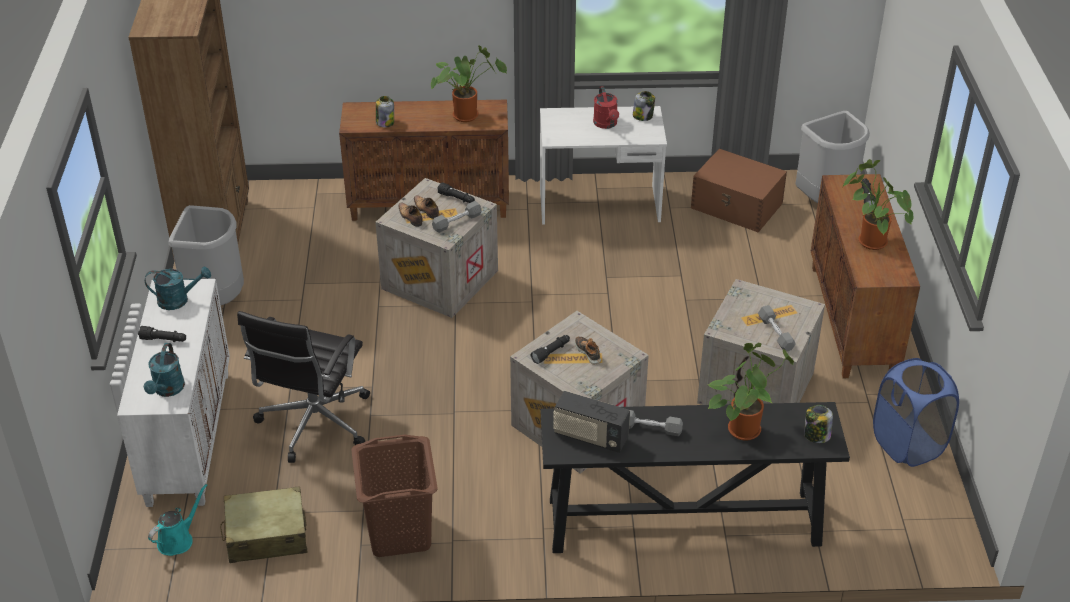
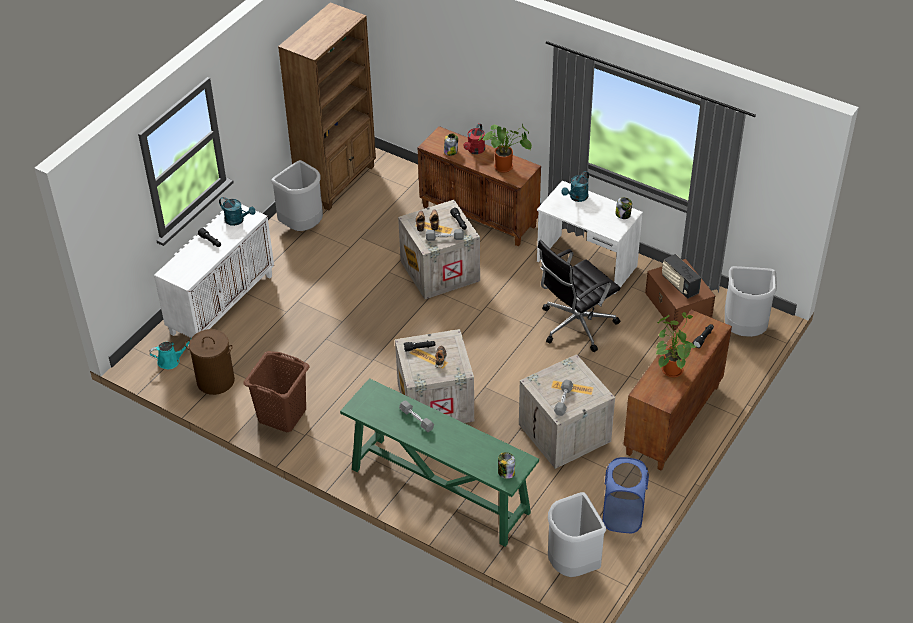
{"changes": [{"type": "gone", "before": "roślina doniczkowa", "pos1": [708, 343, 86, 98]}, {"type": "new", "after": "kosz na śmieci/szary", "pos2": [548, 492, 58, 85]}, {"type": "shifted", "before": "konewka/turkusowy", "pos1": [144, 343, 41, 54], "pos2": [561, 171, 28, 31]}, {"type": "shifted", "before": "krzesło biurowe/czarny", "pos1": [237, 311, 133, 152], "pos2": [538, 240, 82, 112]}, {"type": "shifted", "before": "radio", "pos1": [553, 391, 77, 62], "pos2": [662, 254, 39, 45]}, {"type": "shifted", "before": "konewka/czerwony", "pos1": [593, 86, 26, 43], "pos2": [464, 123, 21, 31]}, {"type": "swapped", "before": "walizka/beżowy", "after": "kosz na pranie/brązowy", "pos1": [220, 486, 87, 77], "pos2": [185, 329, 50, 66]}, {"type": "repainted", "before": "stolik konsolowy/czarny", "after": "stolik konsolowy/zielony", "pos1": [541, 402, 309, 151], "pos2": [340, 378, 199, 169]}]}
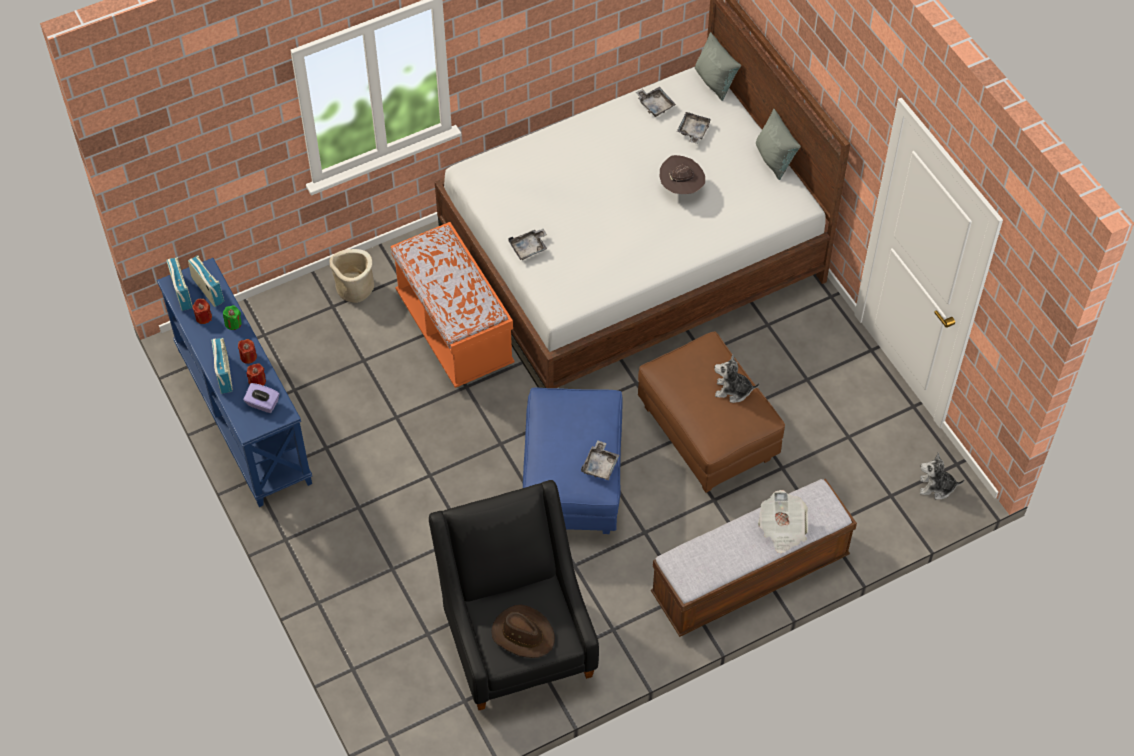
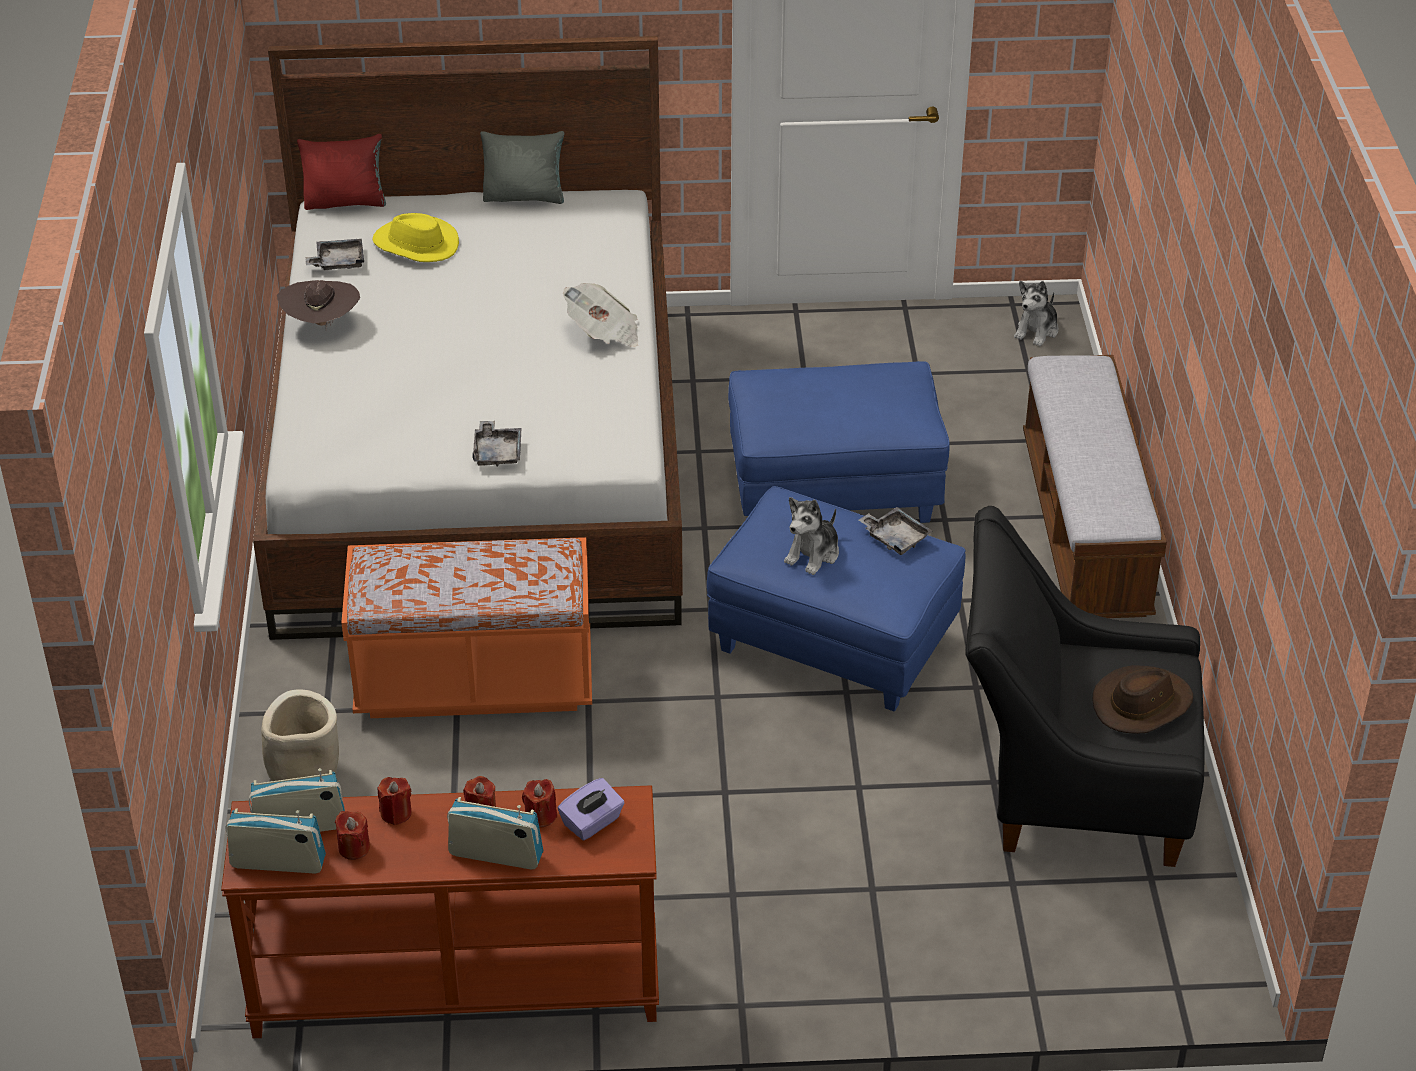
{"changes": [{"type": "shifted", "before": "kapelusz/brązowy", "pos1": [660, 155, 45, 39], "pos2": [277, 280, 83, 51]}, {"type": "shifted", "before": "pluszak", "pos1": [714, 354, 46, 49], "pos2": [784, 497, 55, 78]}, {"type": "shifted", "before": "gazeta", "pos1": [758, 490, 50, 63], "pos2": [563, 283, 75, 64]}, {"type": "swapped", "before": "taca/szary", "after": "kapelusz/żółty", "pos1": [677, 112, 34, 32], "pos2": [372, 213, 87, 49]}, {"type": "repainted", "before": "stolik konsolowy/niebieski", "after": "stolik konsolowy/brązowy", "pos1": [157, 258, 155, 249], "pos2": [221, 785, 438, 253]}, {"type": "repainted", "before": "świeca/zielony", "after": "świeca/czerwony", "pos1": [223, 305, 19, 25], "pos2": [377, 777, 35, 48]}, {"type": "repainted", "before": "pufa/brązowy", "after": "pufa/niebieski", "pos1": [638, 331, 147, 162], "pos2": [728, 361, 222, 162]}, {"type": "repainted", "before": "poduszka/szary", "after": "poduszka/czerwony", "pos1": [695, 32, 46, 69], "pos2": [297, 134, 89, 76]}]}
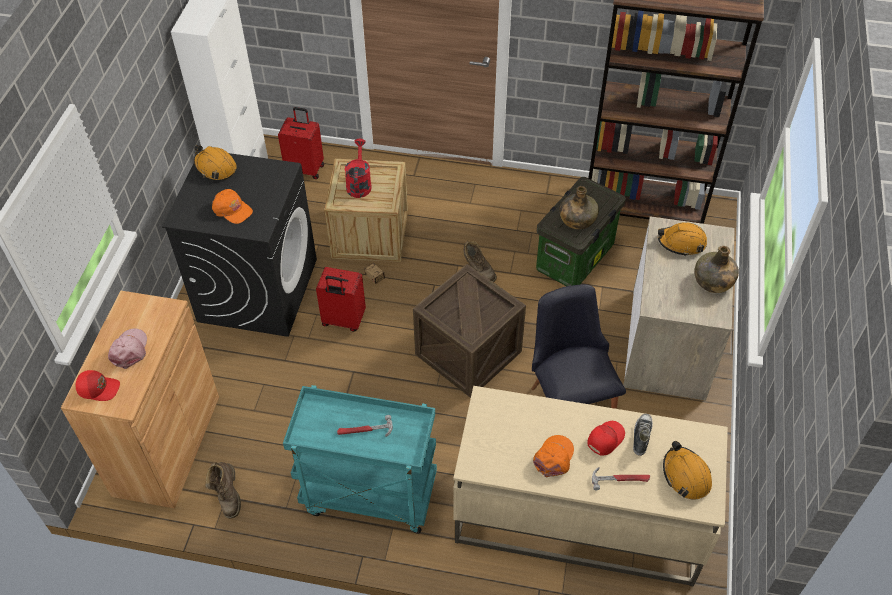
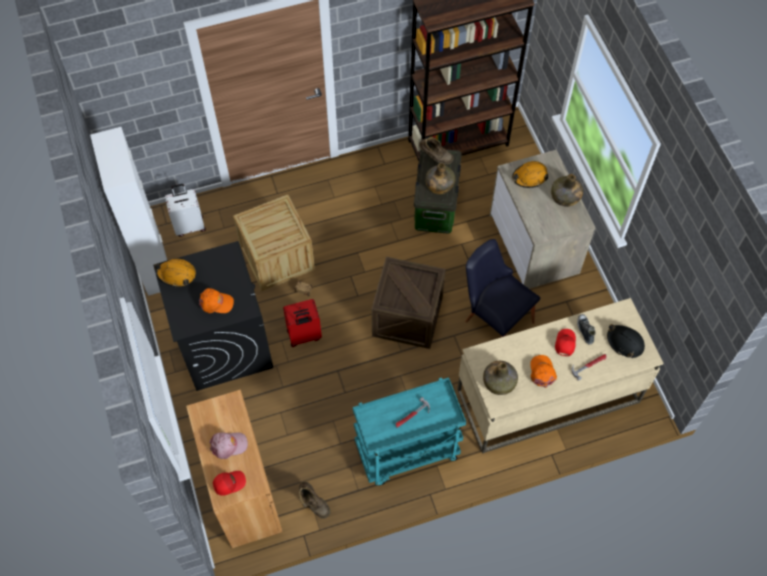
{"changes": [{"type": "gone", "before": "konewka/czerwony", "pos1": [345, 139, 27, 59]}, {"type": "new", "after": "butelka/zielony", "pos2": [483, 361, 35, 34]}, {"type": "shifted", "before": "but z cholewką/brązowy", "pos1": [464, 241, 33, 41], "pos2": [419, 137, 35, 28]}, {"type": "repainted", "before": "walizka/czerwony", "after": "walizka/biały", "pos1": [278, 107, 46, 72], "pos2": [165, 184, 41, 53]}, {"type": "repainted", "before": "kask/pomarańczowy", "after": "kask/czarny", "pos1": [663, 441, 49, 58], "pos2": [607, 324, 38, 34]}, {"type": "rotated", "before": "czapka z daszkiem/różowy", "pos1": [108, 328, 39, 41], "pos2": [209, 432, 39, 27], "turn": 105}]}
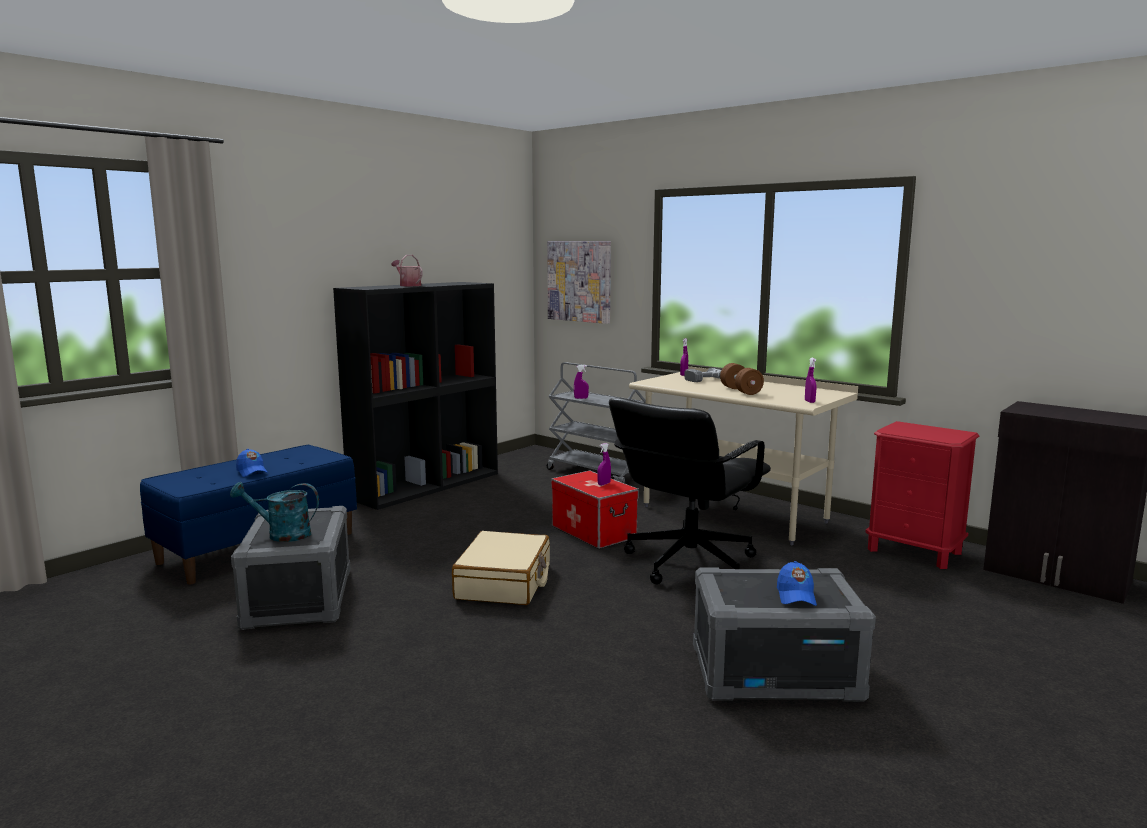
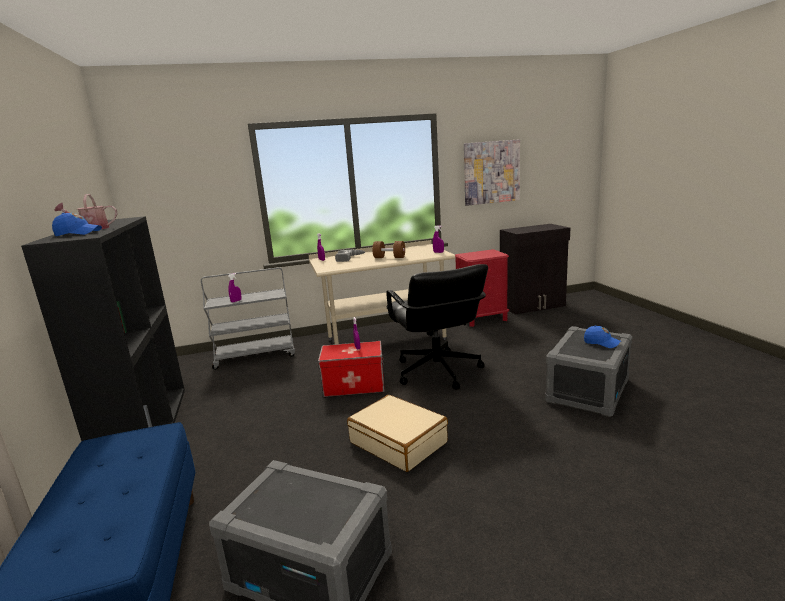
{"changes": [{"type": "gone", "before": "konewka/turkusowy", "pos1": [230, 482, 89, 60]}, {"type": "shifted", "before": "czapka z daszkiem/niebieski", "pos1": [236, 449, 32, 28], "pos2": [52, 213, 50, 23]}, {"type": "shifted", "before": "obraz", "pos1": [547, 241, 64, 83], "pos2": [464, 139, 56, 67]}]}
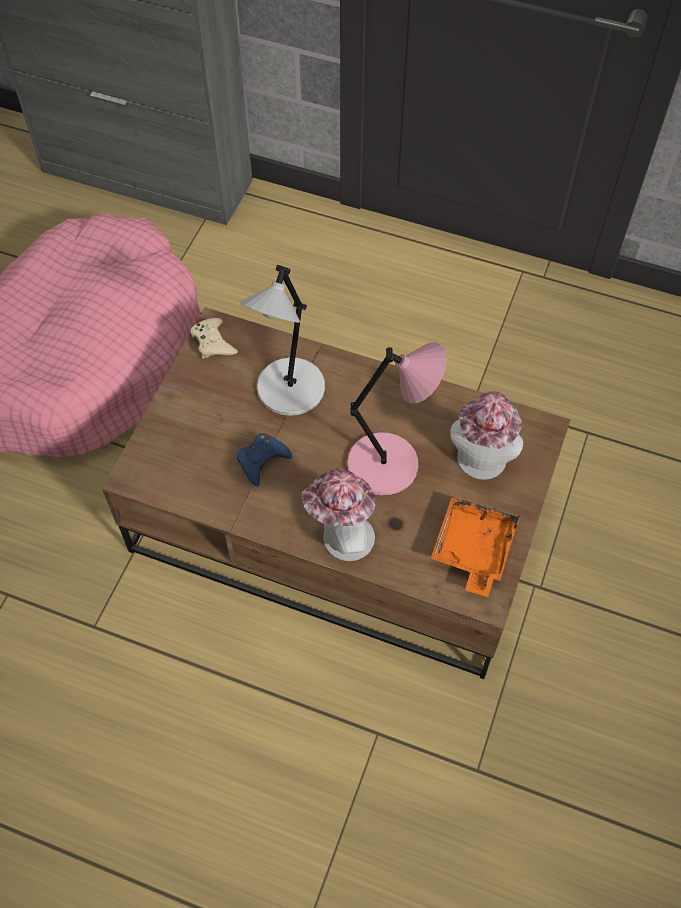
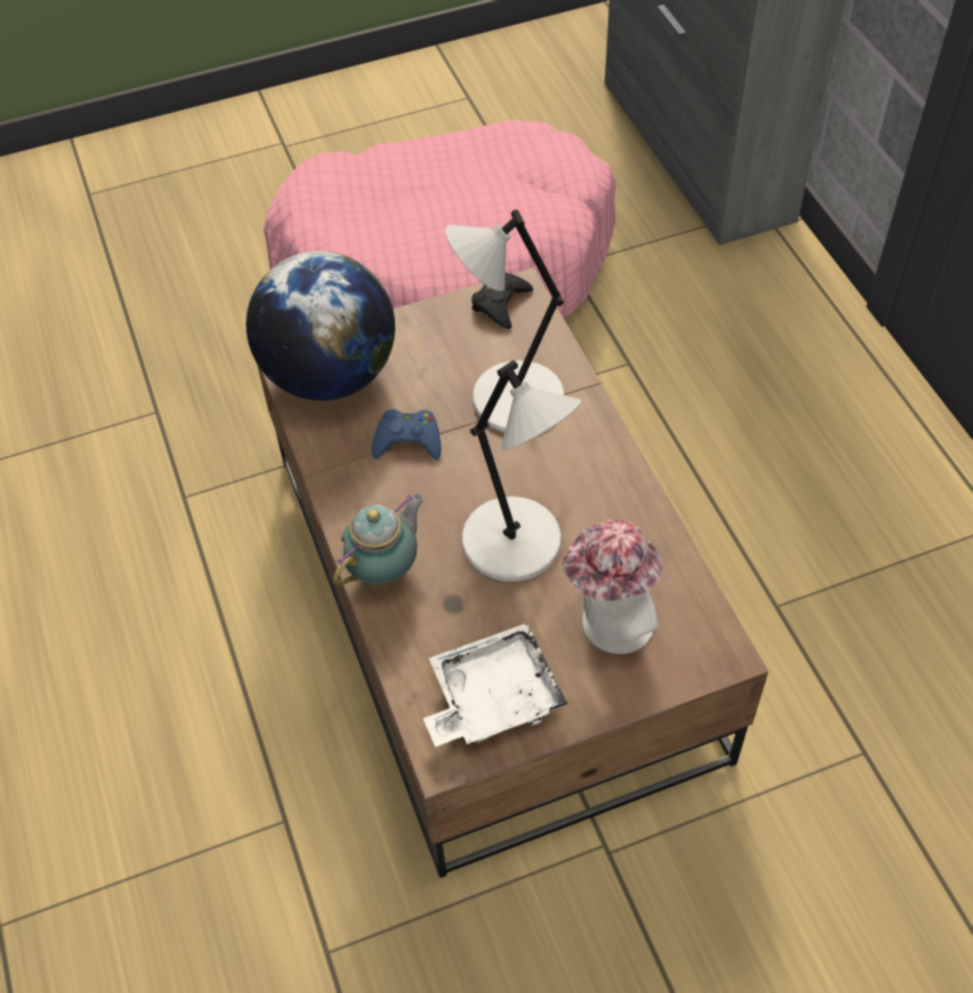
{"changes": [{"type": "new", "after": "globus", "pos2": [246, 251, 149, 150]}, {"type": "swapped", "before": "kapelusz", "after": "imbryk", "pos1": [302, 469, 73, 92], "pos2": [333, 493, 92, 96]}, {"type": "repainted", "before": "pad do gier/beżowy", "after": "pad do gier/czarny", "pos1": [191, 318, 47, 41], "pos2": [471, 272, 62, 57]}, {"type": "repainted", "before": "lampa stołowa/różowy", "after": "lampa stołowa/szary", "pos1": [347, 342, 100, 154], "pos2": [462, 360, 120, 222]}, {"type": "repainted", "before": "taca/pomarańczowy", "after": "taca/biały", "pos1": [431, 497, 89, 100], "pos2": [423, 623, 145, 124]}]}
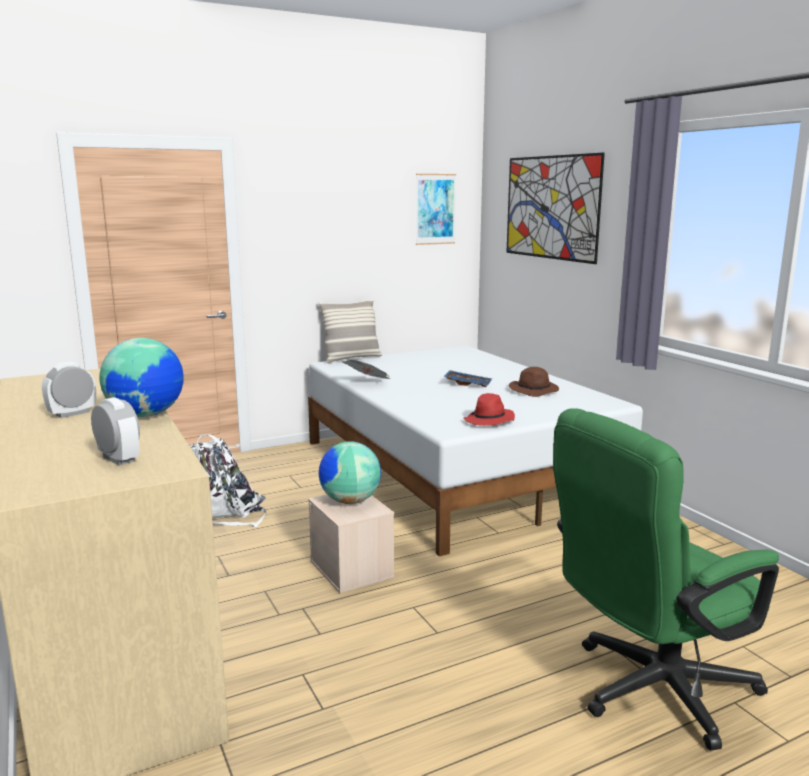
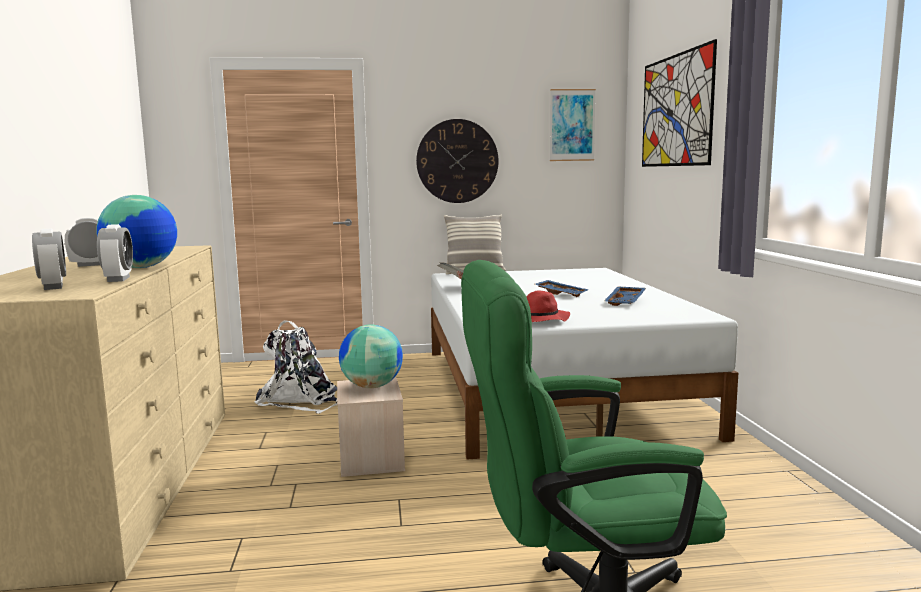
{"changes": [{"type": "new", "after": "budzik", "pos2": [97, 224, 36, 58]}, {"type": "new", "after": "zegar ścienny", "pos2": [416, 119, 83, 84]}, {"type": "swapped", "before": "kapelusz/brązowy", "after": "taca/niebieski", "pos1": [509, 367, 50, 30], "pos2": [604, 287, 42, 19]}]}
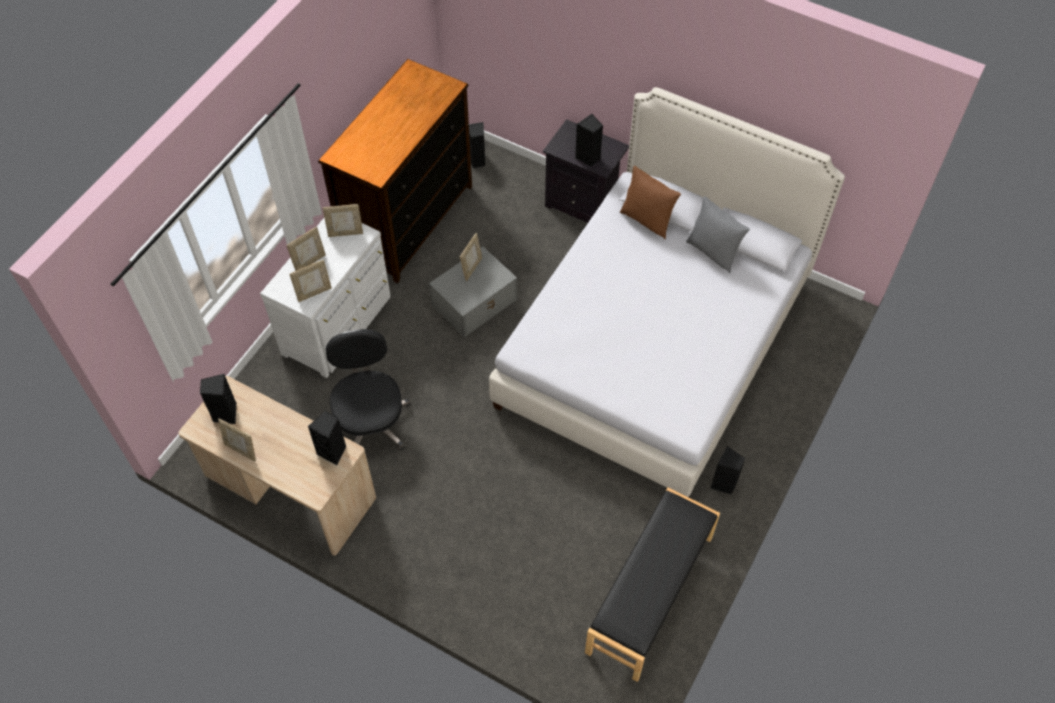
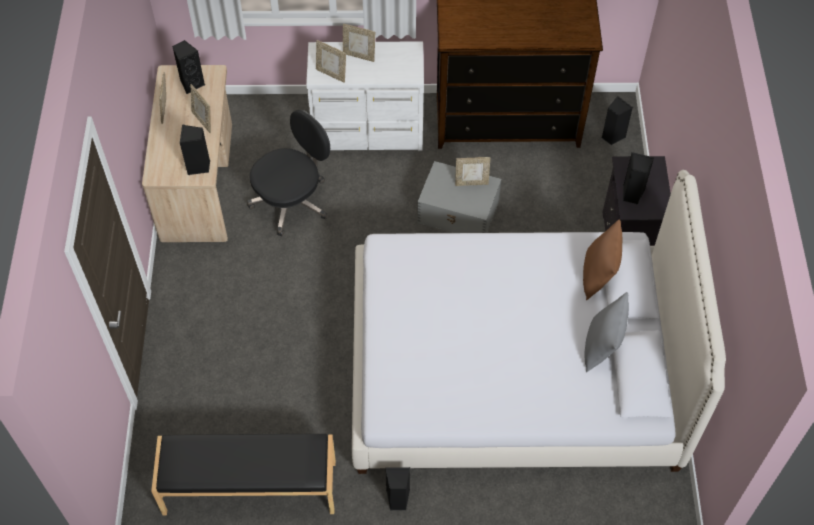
{"changes": [{"type": "shifted", "before": "ramka na zdjęcie", "pos1": [323, 204, 40, 33], "pos2": [190, 84, 21, 49]}]}
